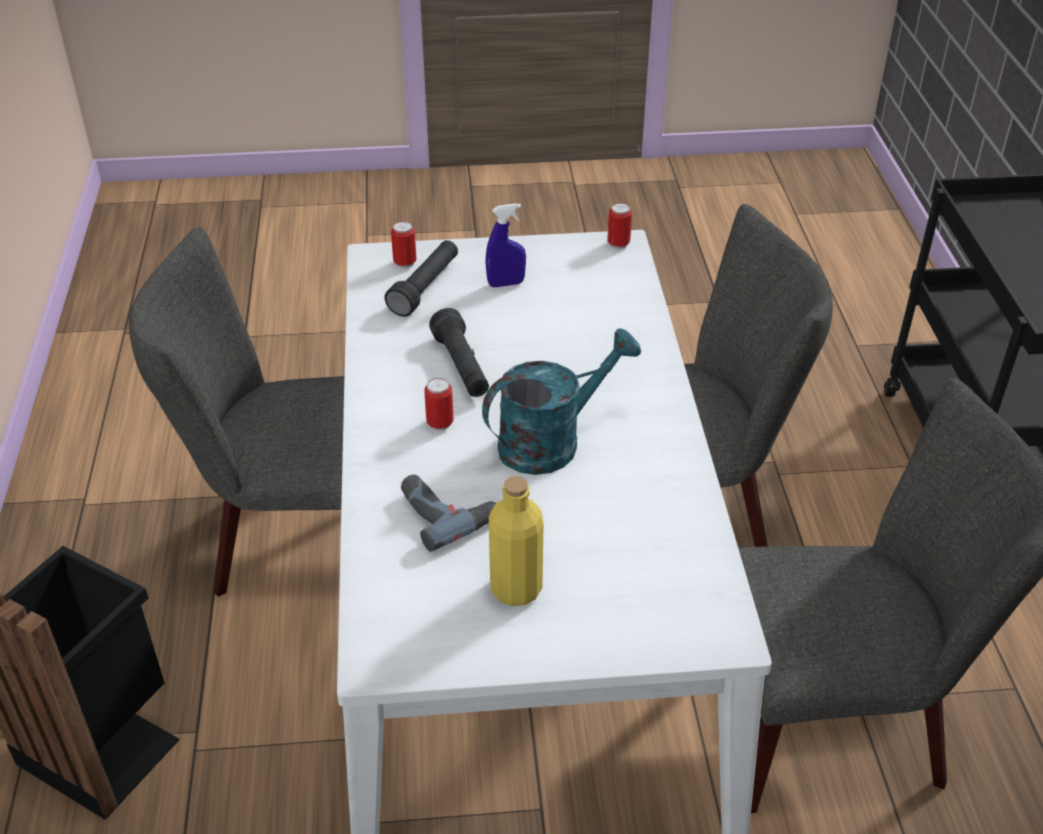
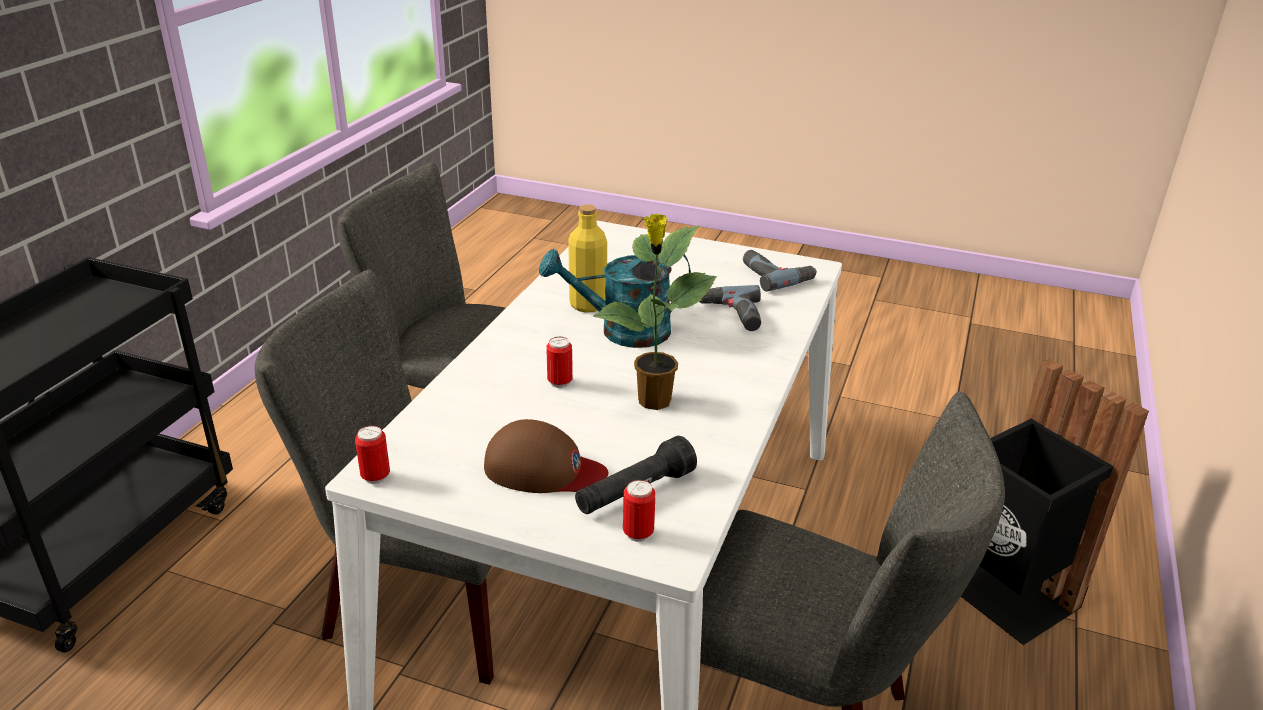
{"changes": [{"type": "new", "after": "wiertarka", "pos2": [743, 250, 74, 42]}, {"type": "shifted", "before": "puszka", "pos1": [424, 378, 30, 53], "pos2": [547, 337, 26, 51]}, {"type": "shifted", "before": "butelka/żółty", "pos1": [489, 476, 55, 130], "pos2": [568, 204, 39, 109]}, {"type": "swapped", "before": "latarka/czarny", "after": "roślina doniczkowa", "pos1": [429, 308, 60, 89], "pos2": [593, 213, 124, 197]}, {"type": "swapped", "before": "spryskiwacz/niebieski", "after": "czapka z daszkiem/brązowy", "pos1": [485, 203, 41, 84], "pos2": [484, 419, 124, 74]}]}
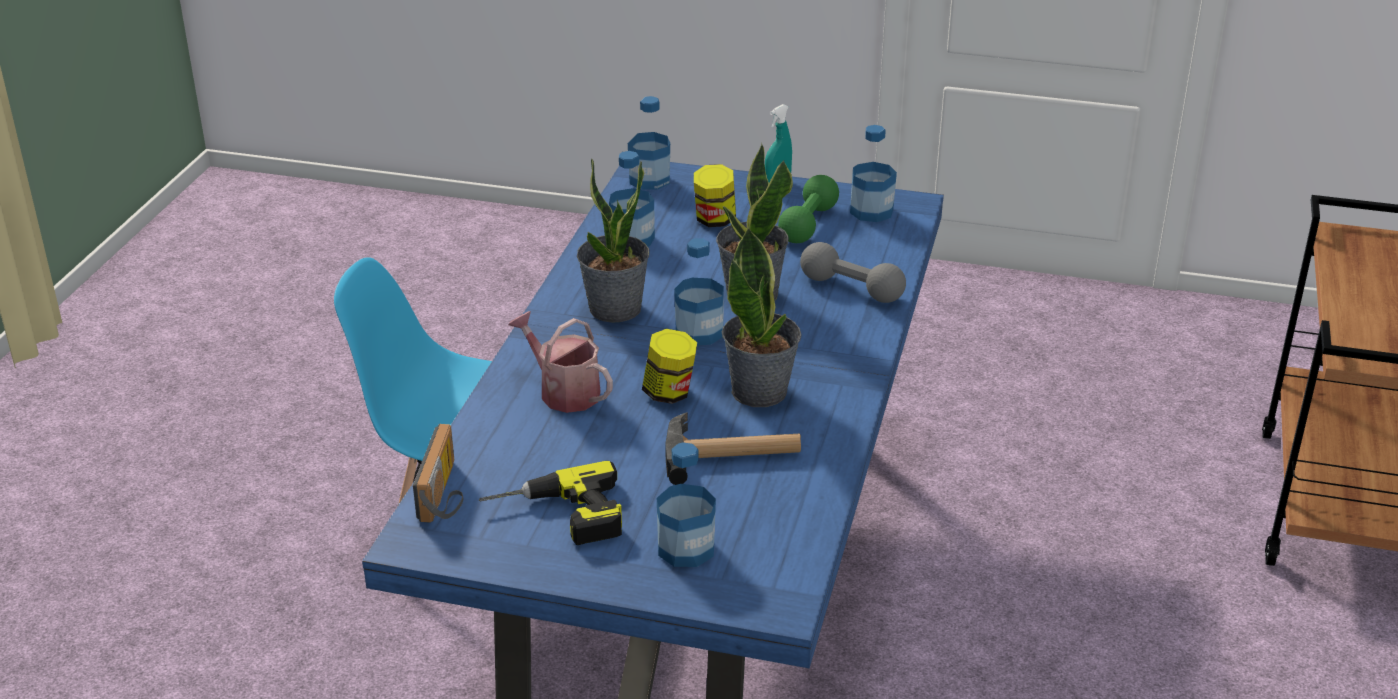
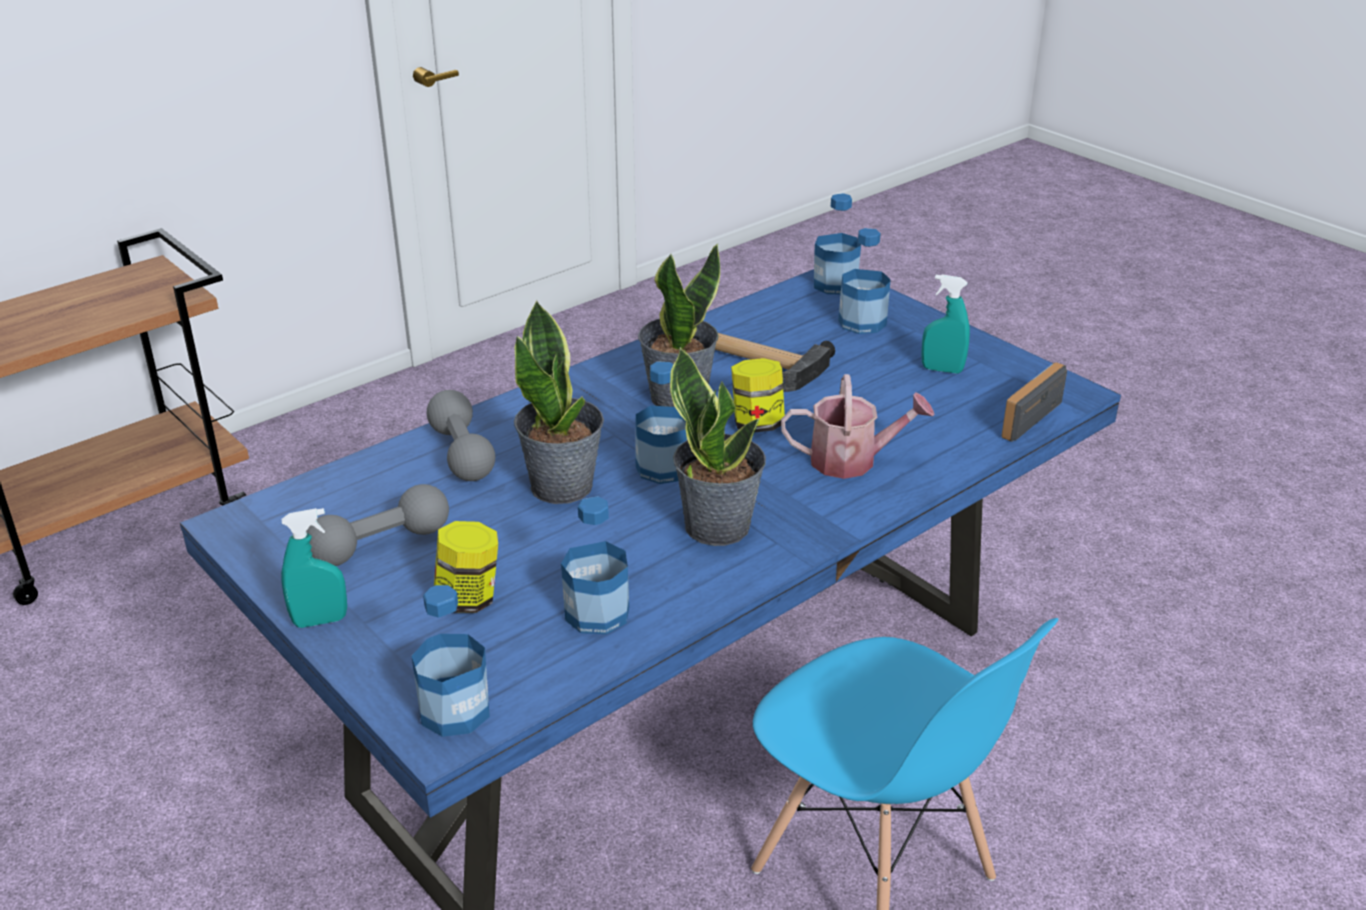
{"changes": [{"type": "shifted", "before": "butelka", "pos1": [850, 125, 47, 97], "pos2": [814, 193, 47, 102]}, {"type": "swapped", "before": "wiertarka", "after": "spryskiwacz/turkusowy", "pos1": [479, 461, 143, 84], "pos2": [921, 274, 49, 100]}, {"type": "repainted", "before": "hantel/zielony", "after": "hantel/szary", "pos1": [778, 175, 61, 68], "pos2": [306, 484, 143, 82]}, {"type": "rotated", "before": "konewka", "pos1": [509, 311, 104, 102], "pos2": [781, 374, 153, 105], "turn": -75}]}
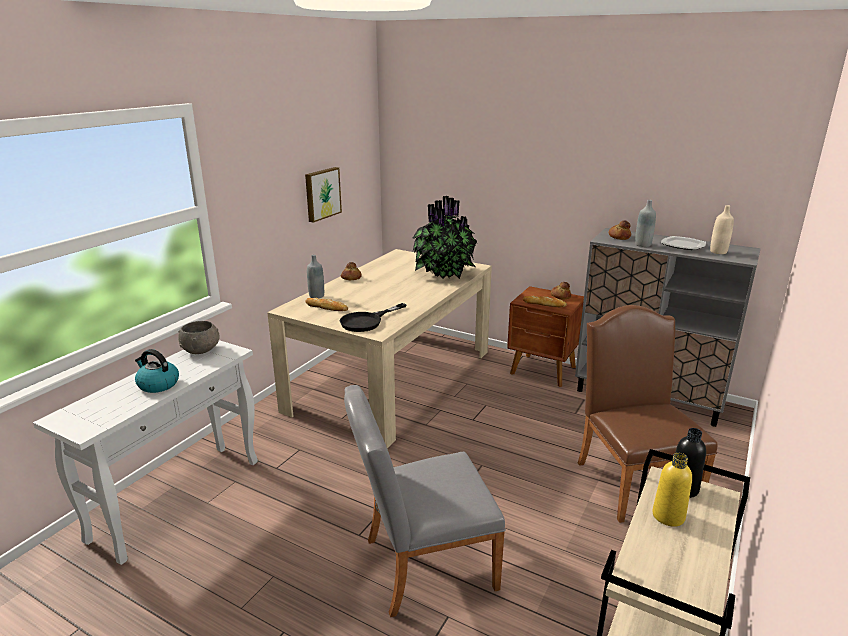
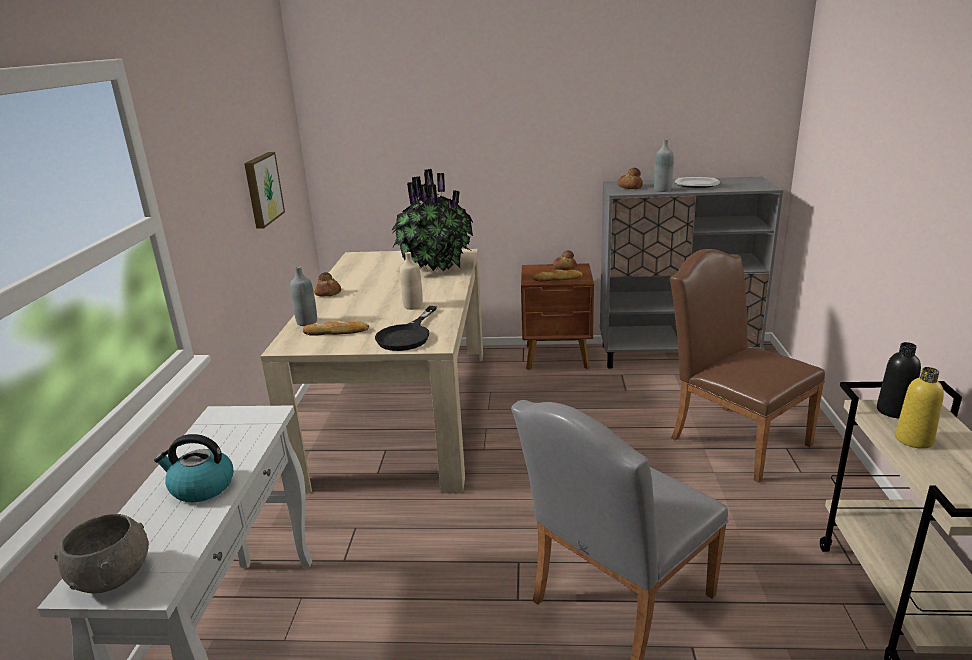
{"changes": [{"type": "shifted", "before": "miska/szary", "pos1": [178, 321, 41, 33], "pos2": [54, 514, 95, 80]}, {"type": "shifted", "before": "butelka/beżowy", "pos1": [710, 205, 24, 49], "pos2": [400, 252, 23, 58]}]}
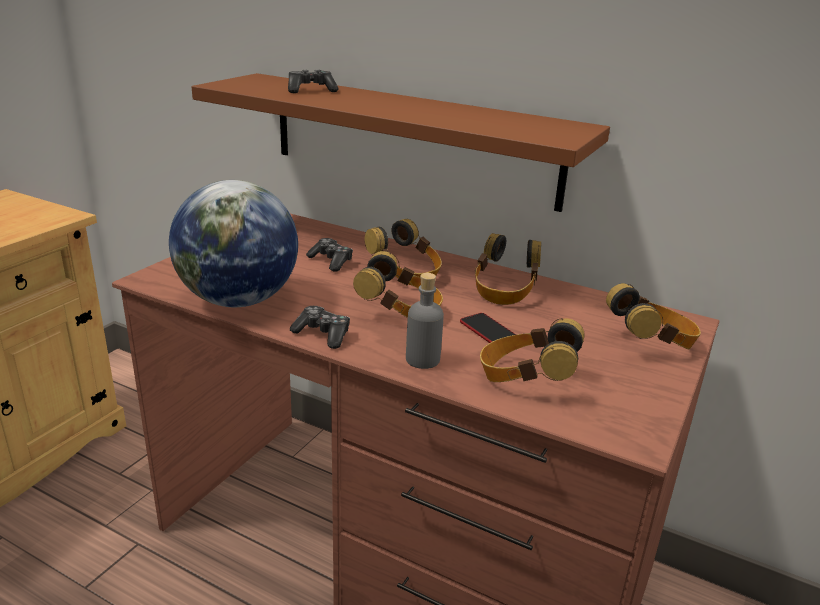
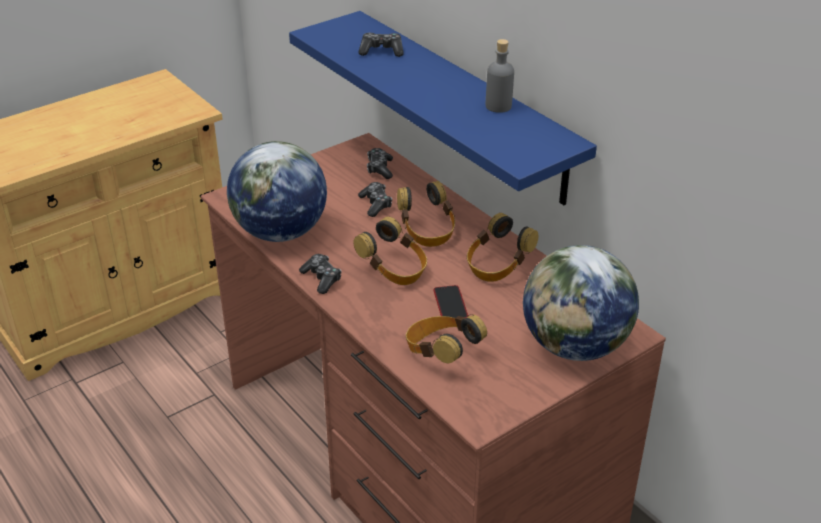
{"changes": [{"type": "new", "after": "pad do gier", "pos2": [367, 148, 26, 31]}, {"type": "shifted", "before": "butelka/szary", "pos1": [406, 273, 38, 96], "pos2": [486, 39, 28, 74]}, {"type": "swapped", "before": "słuchawki", "after": "globus", "pos1": [606, 283, 95, 66], "pos2": [523, 245, 116, 116]}, {"type": "repainted", "before": "półka/brązowy", "after": "półka/niebieski", "pos1": [192, 73, 418, 139], "pos2": [289, 11, 308, 194]}]}
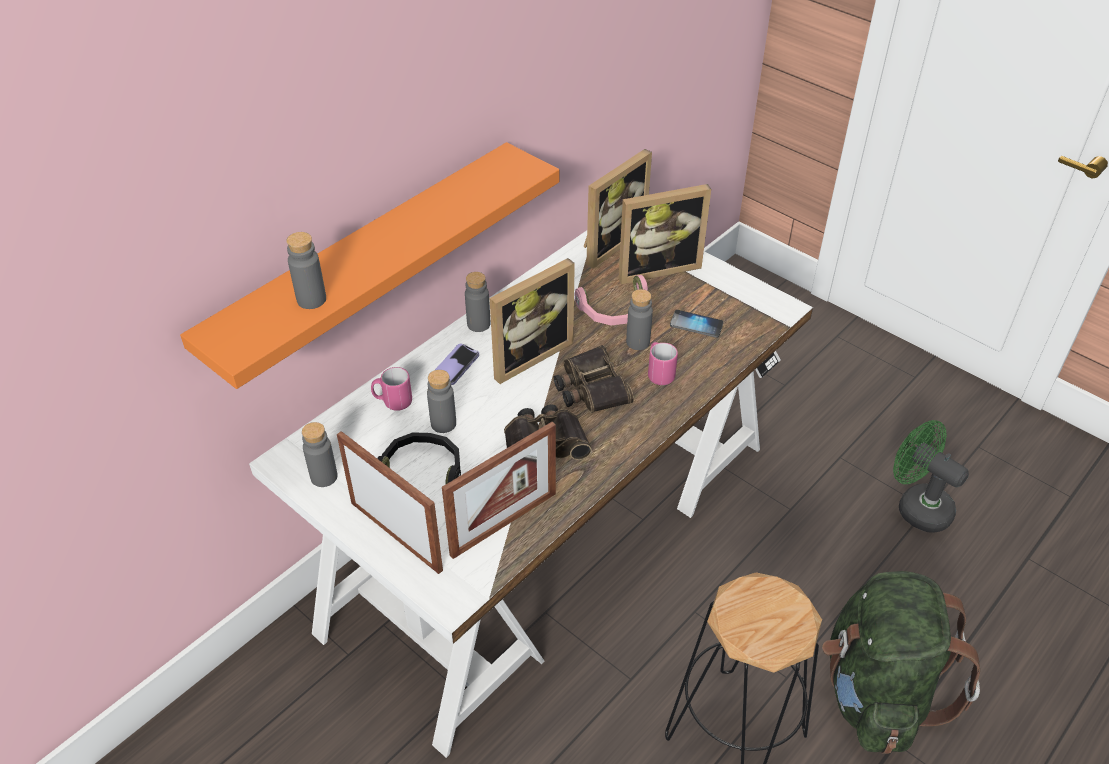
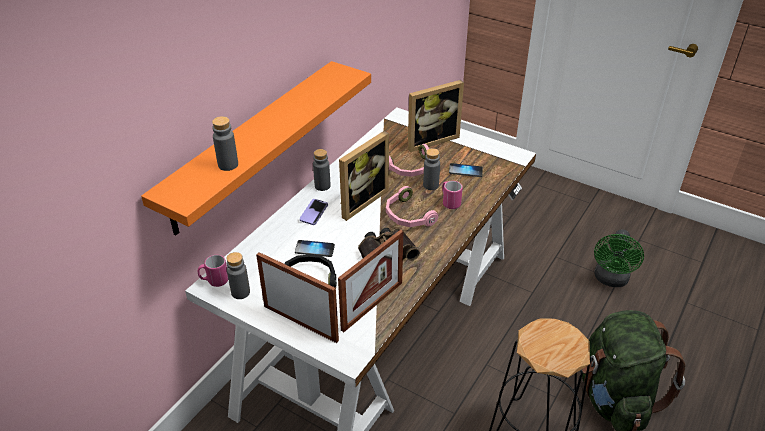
{"changes": [{"type": "gone", "before": "ramka na zdjęcie", "pos1": [584, 149, 68, 120]}, {"type": "shifted", "before": "kubek/różowy", "pos1": [371, 367, 41, 44], "pos2": [198, 255, 30, 32]}, {"type": "swapped", "before": "butelka/szary", "after": "telefon", "pos1": [427, 370, 29, 63], "pos2": [295, 240, 40, 17]}, {"type": "swapped", "before": "lornetka", "after": "słuchawki/różowy", "pos1": [554, 345, 80, 68], "pos2": [386, 186, 52, 41]}, {"type": "rotated", "before": "wentylator/zielony", "pos1": [893, 420, 76, 113], "pos2": [594, 229, 50, 58], "turn": -105}]}
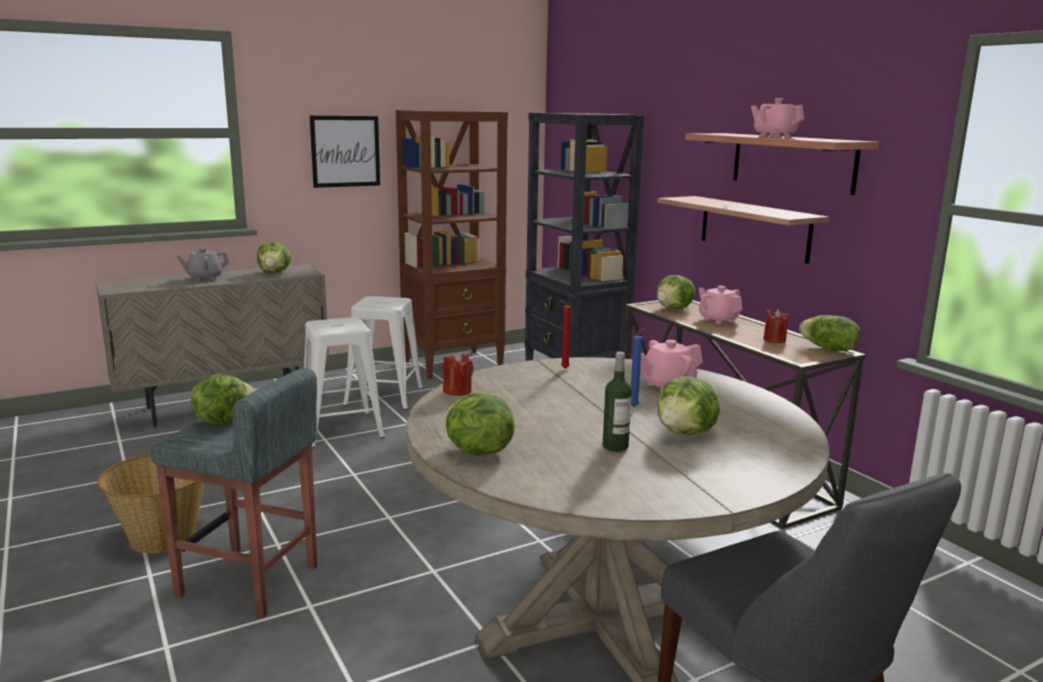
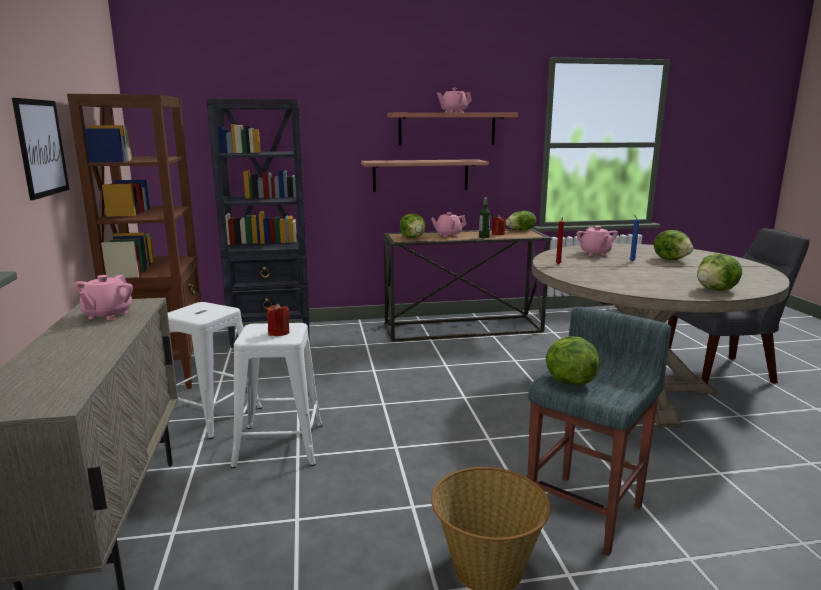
{"changes": [{"type": "gone", "before": "imbryk/szary", "pos1": [176, 248, 53, 33]}, {"type": "shifted", "before": "świeca/czerwony", "pos1": [443, 352, 31, 44], "pos2": [267, 303, 23, 33]}, {"type": "shifted", "before": "butelka", "pos1": [603, 352, 29, 100], "pos2": [479, 197, 11, 41]}, {"type": "swapped", "before": "sałata", "after": "imbryk/różowy", "pos1": [257, 242, 34, 31], "pos2": [75, 275, 58, 45]}]}
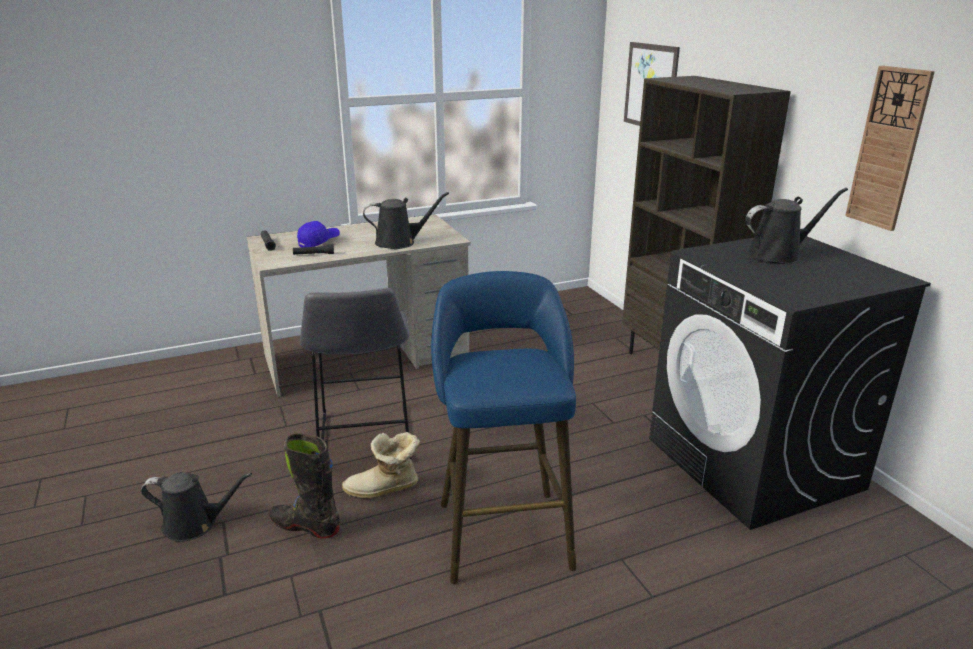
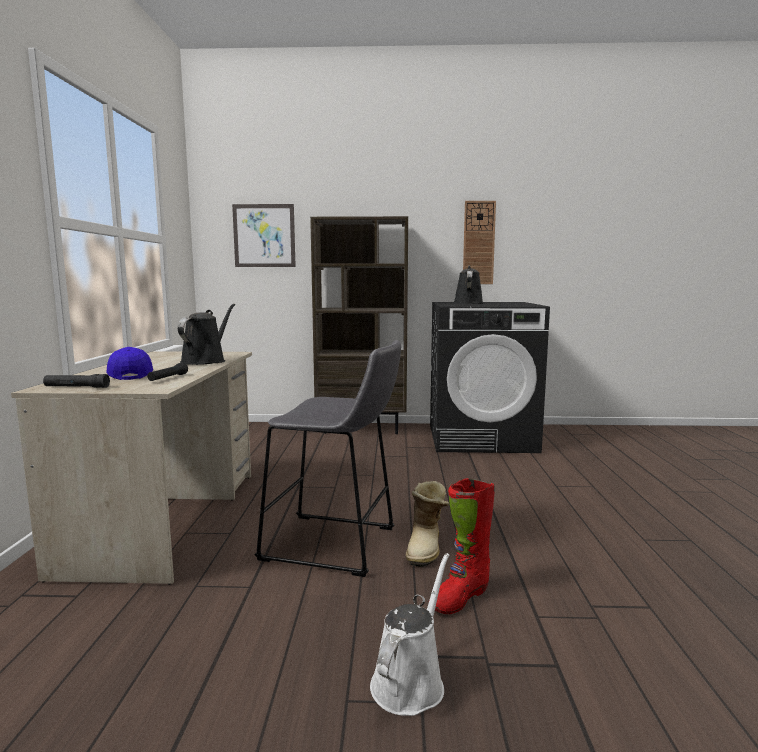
{"changes": [{"type": "gone", "before": "stołek/niebieski", "pos1": [431, 271, 146, 313]}, {"type": "repainted", "before": "konewka/czarny", "after": "konewka/biały", "pos1": [141, 472, 111, 70], "pos2": [370, 553, 79, 163]}, {"type": "repainted", "before": "but z cholewką/czarny", "after": "but z cholewką/czerwony", "pos1": [269, 433, 71, 105], "pos2": [429, 478, 65, 136]}]}
